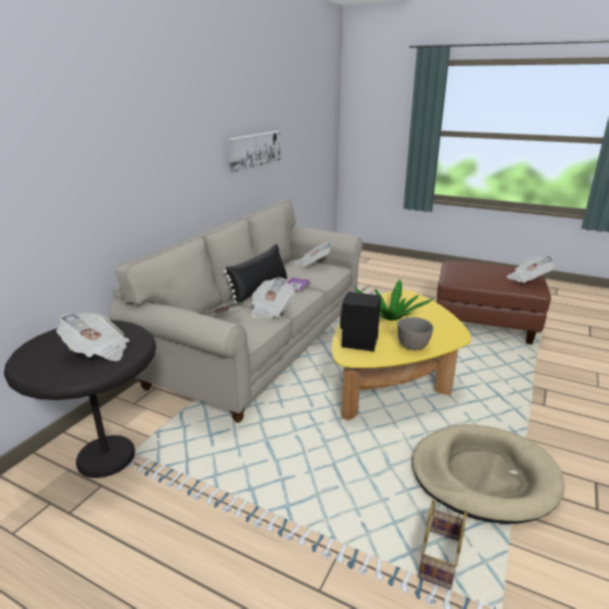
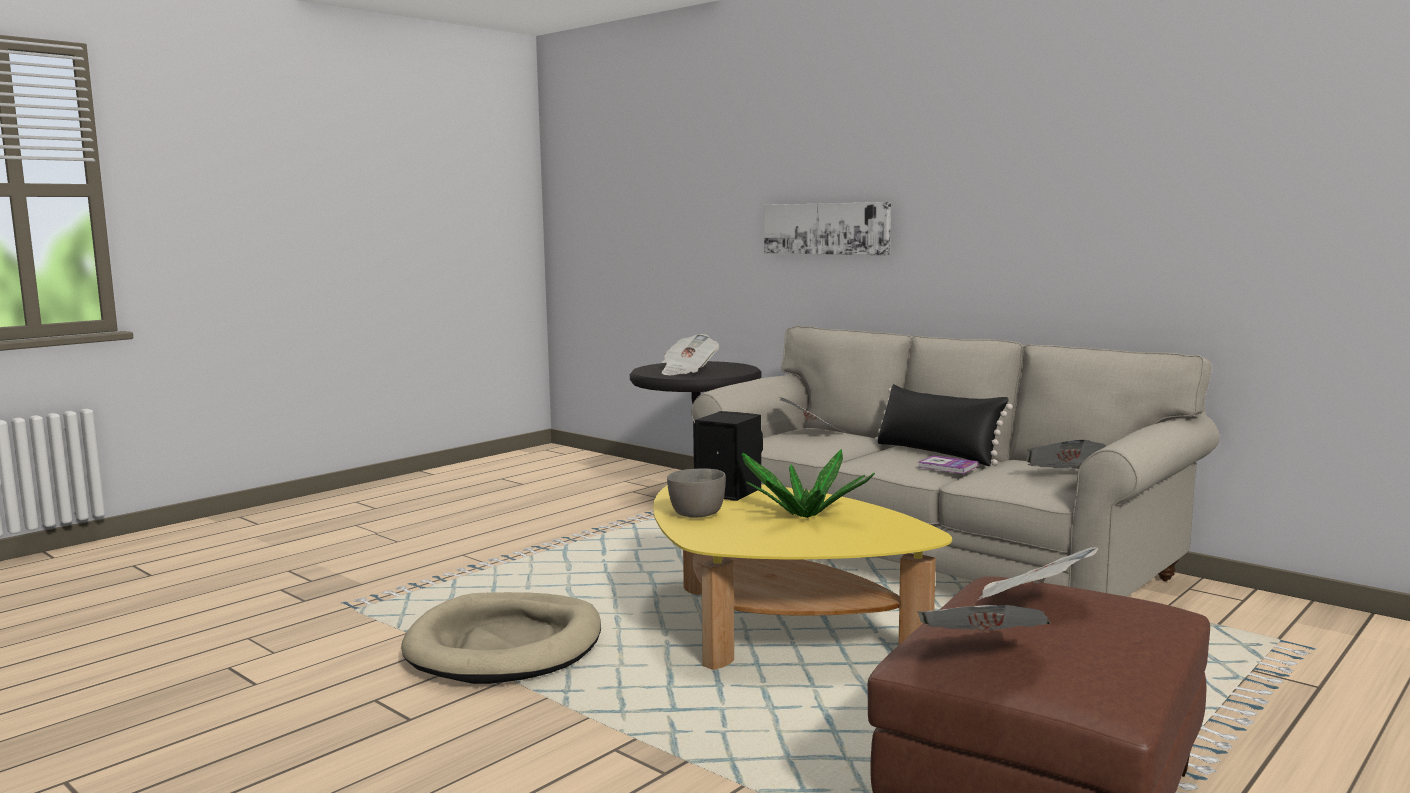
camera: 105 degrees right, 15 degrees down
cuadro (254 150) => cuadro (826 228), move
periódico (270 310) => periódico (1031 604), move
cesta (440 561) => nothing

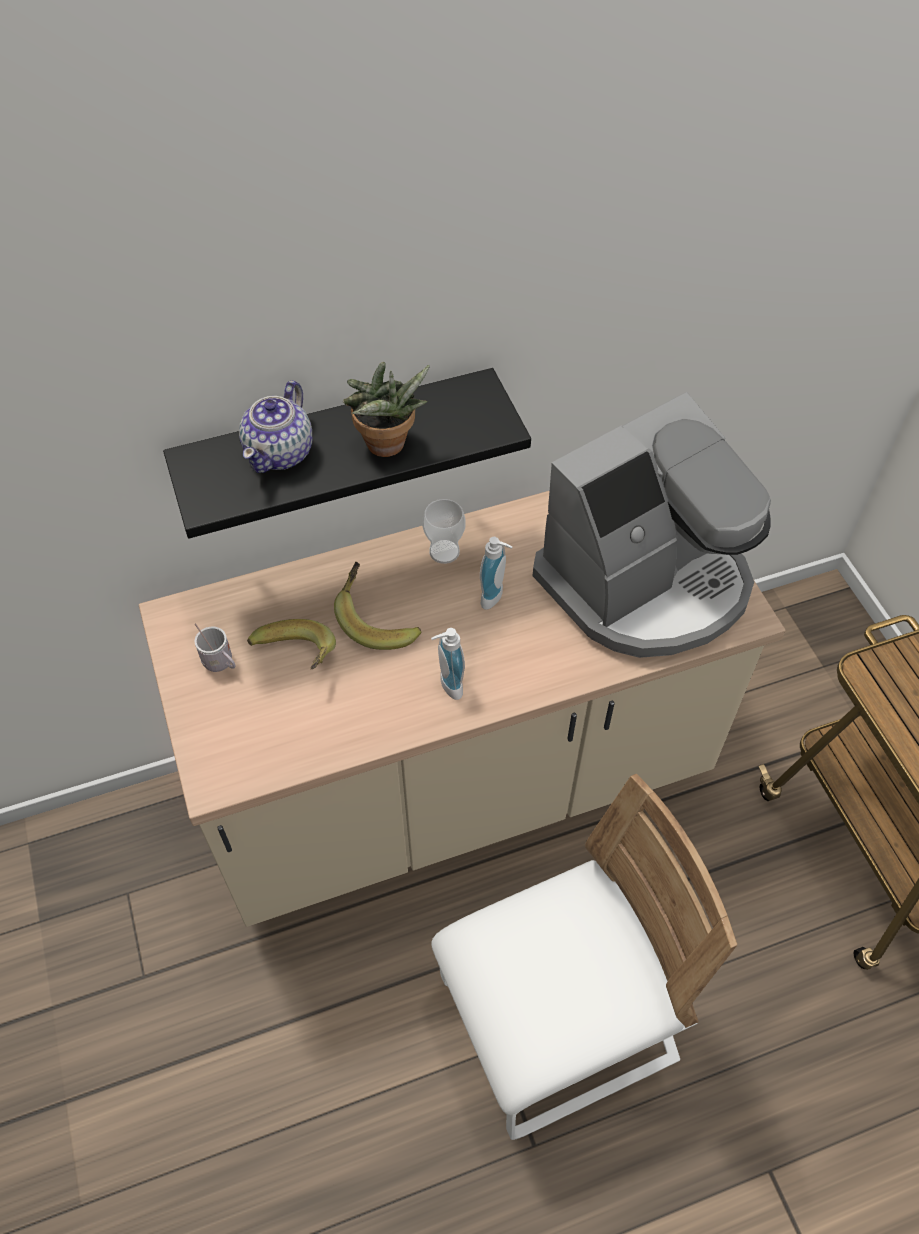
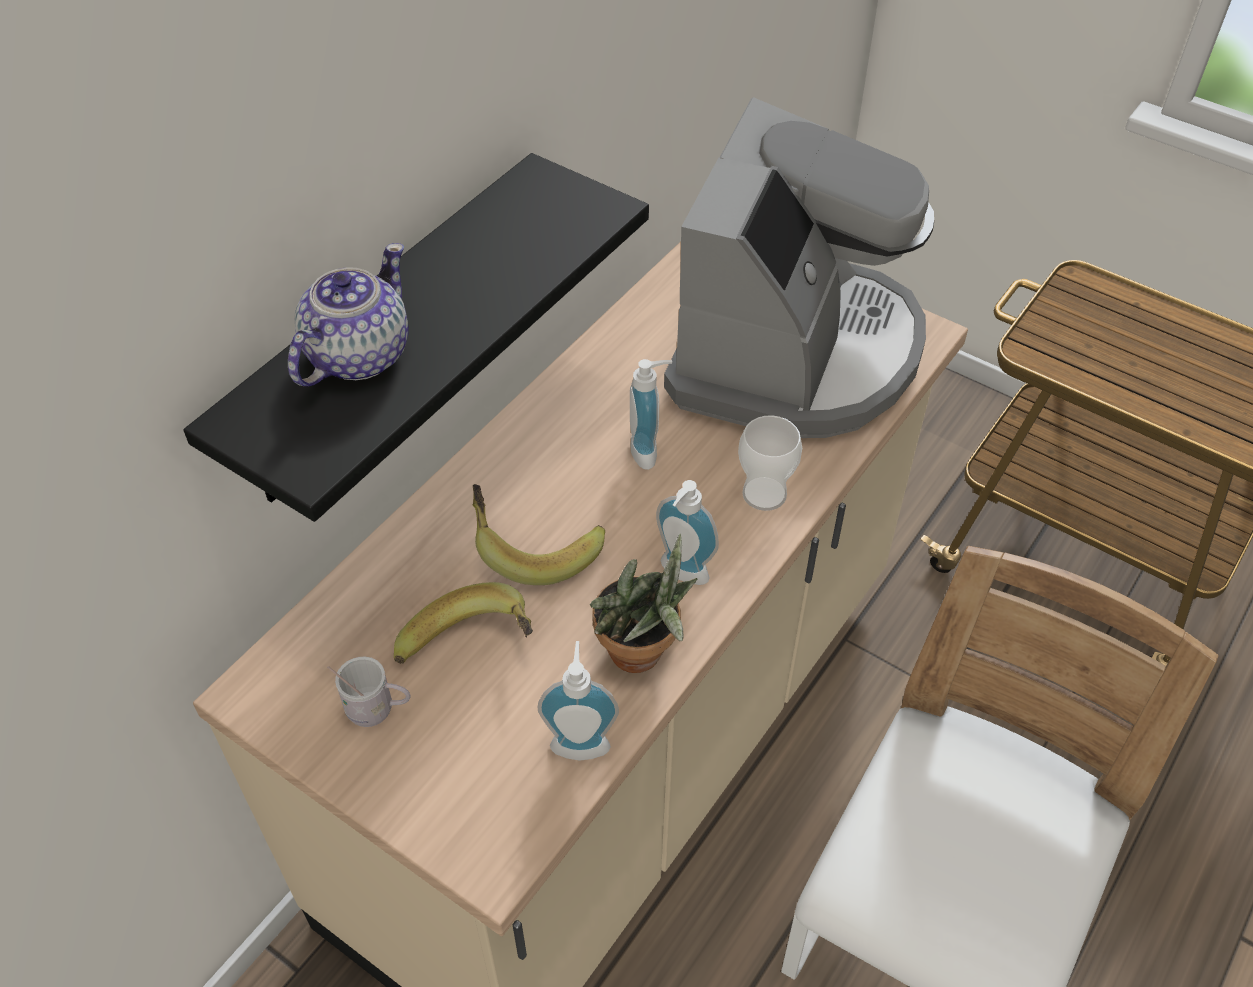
camera: 35 degrees left, 5 degrees down
tetera (280 452) => tetera (356 356), 135 degrees counterclockwise
planta en maceta (387 448) => planta en maceta (642 656), move
taza (444 551) => taza (764 494), move
nothing => dispensador de jabón (580 740)

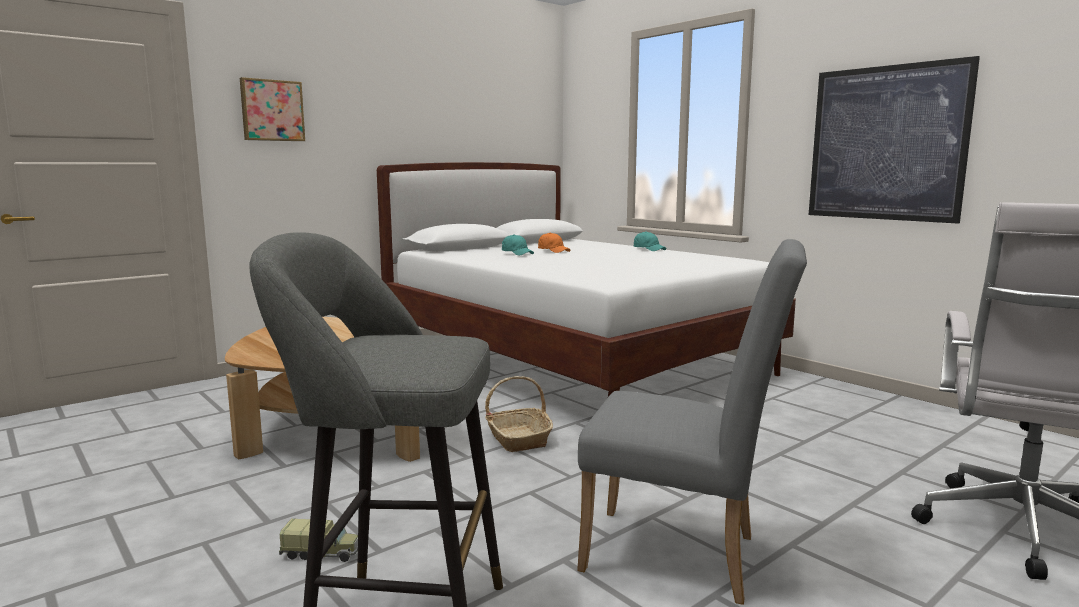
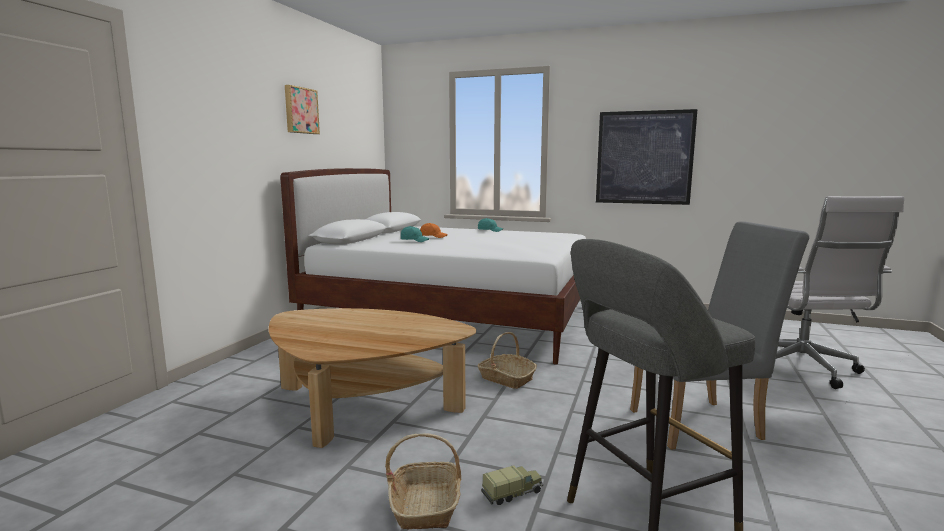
camera: 30 degrees left, 0 degrees up
cuadro (272 110) => cuadro (300 110), move
nothing => cesta (425 504)

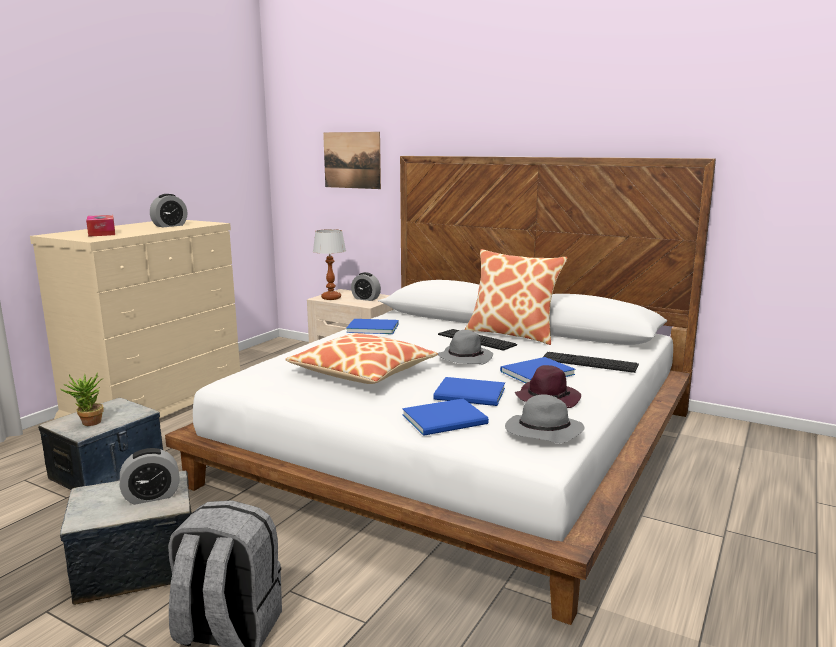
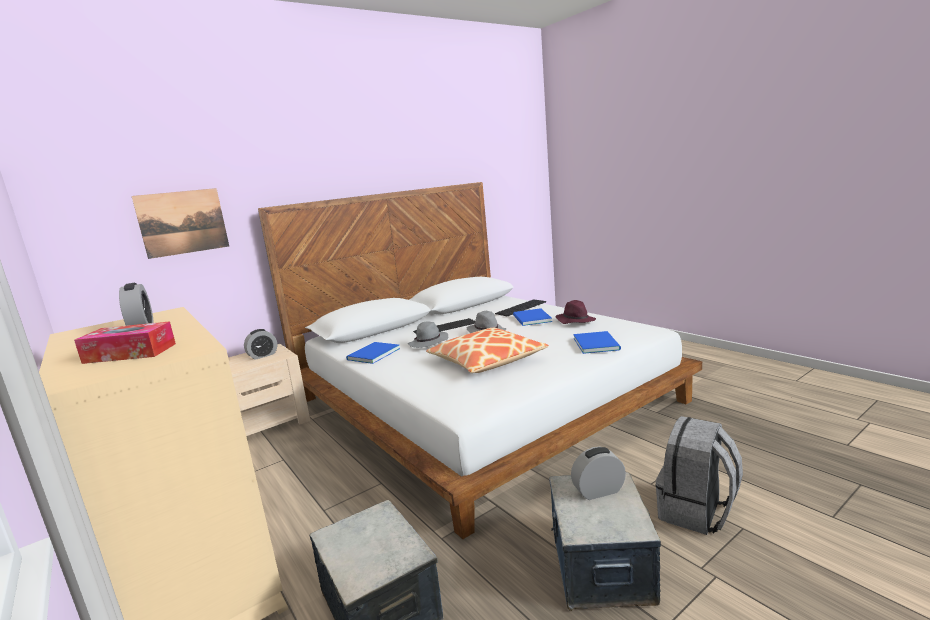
camera: 65 degrees left, 0 degrees up
planta en maceta (88 424) => nothing
despertador (152 496) => despertador (598 491), 105 degrees counterclockwise
lámpara de mesa (330 298) => nothing
libro (azul) (471 394) => nothing
cojín (512 334) => nothing
sombrero (gris) (542 432) => sombrero (gris) (428 343), move

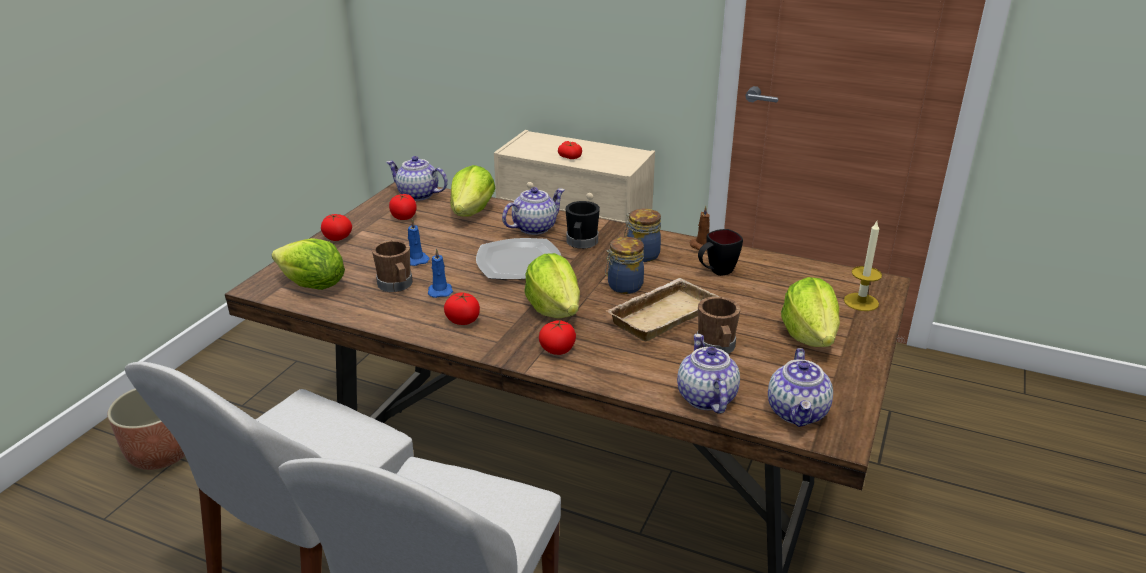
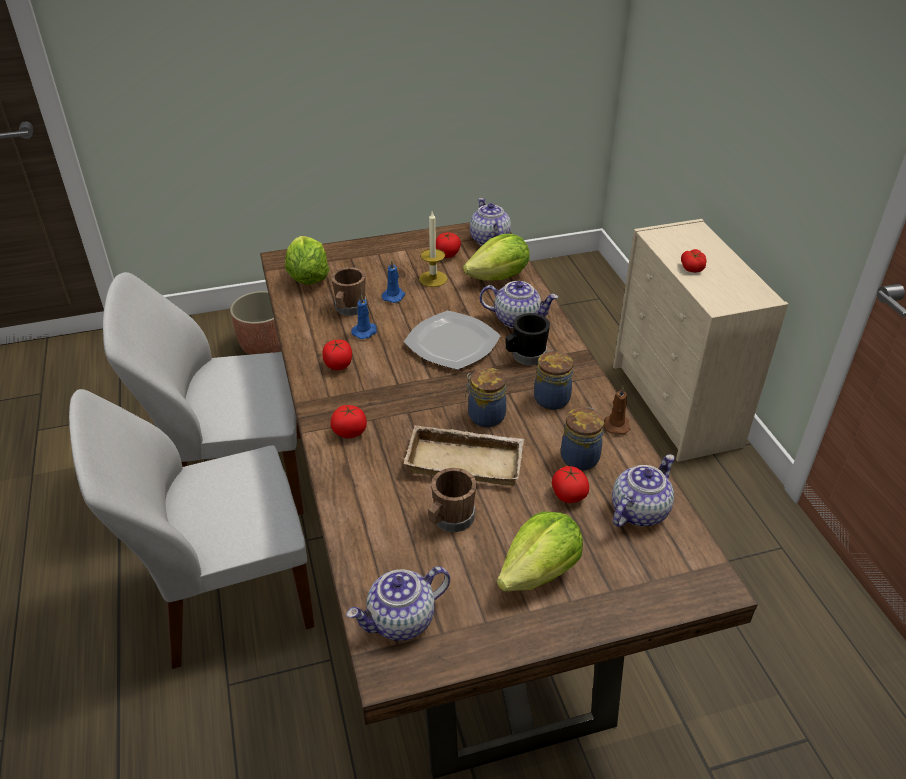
camera: 50 degrees right, 10 degrees up
tomate (337 238) => tomate (568 495), move
lechuga (554 309) => nothing
tetera (705 397) => tetera (639 510), move
taza grande (negro) (716 272) => tarro (580 457)
vela (861 302) => vela (433 279), move

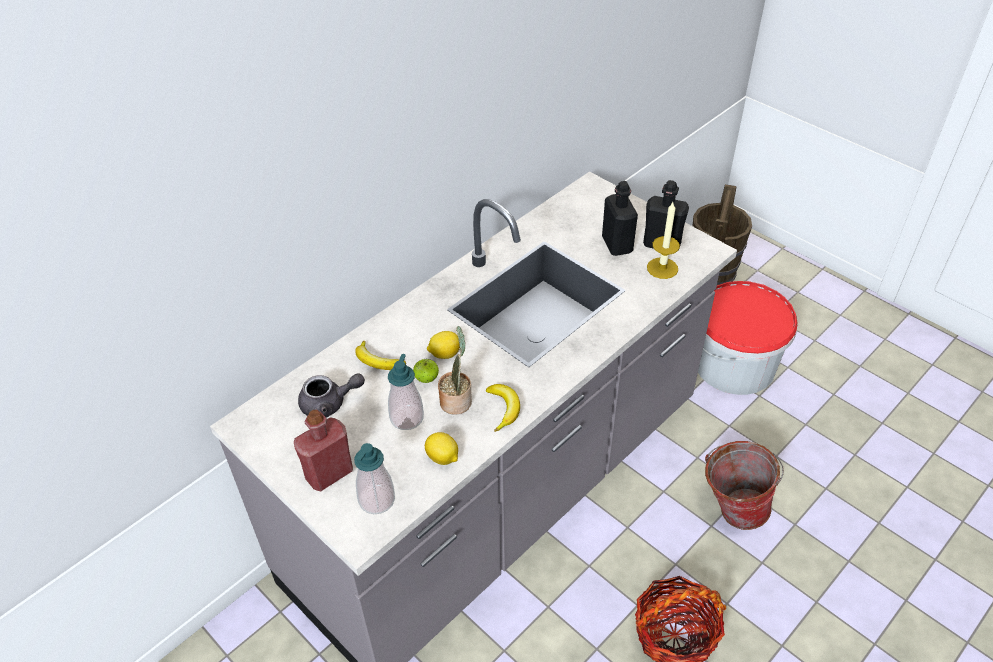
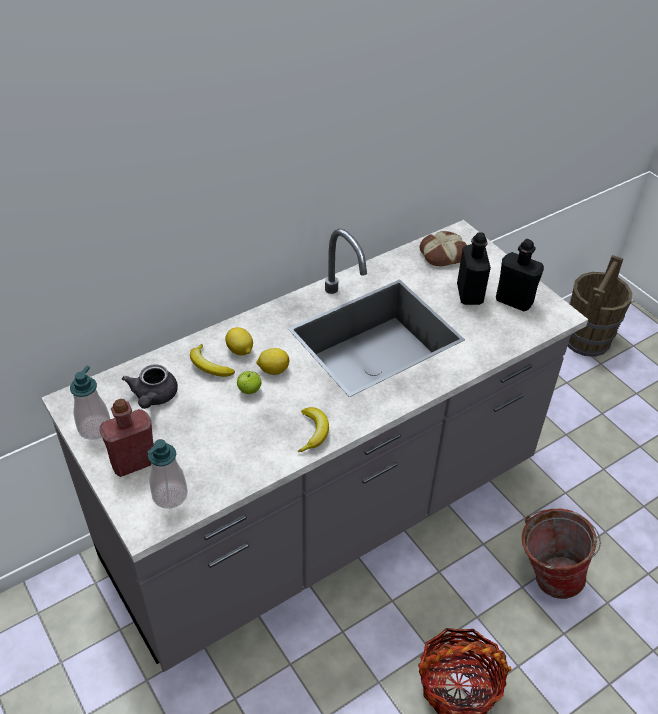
camera: 10 degrees right, 0 degrees up
tetera (gris) (329 404) => tetera (gris) (153 397), 90 degrees clockwise
dispensador de jabón (407 418) => dispensador de jabón (94 428), move
limón (443 458) => limón (240 351), move
planta en maceta (456 400) => nothing
vela (662 268) => nothing
cubo (735 363) => nothing
nothing => pan (443 253)

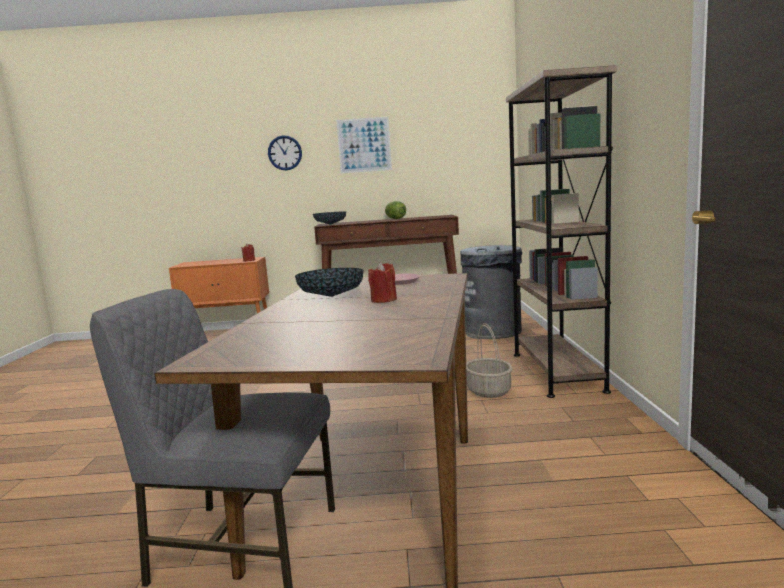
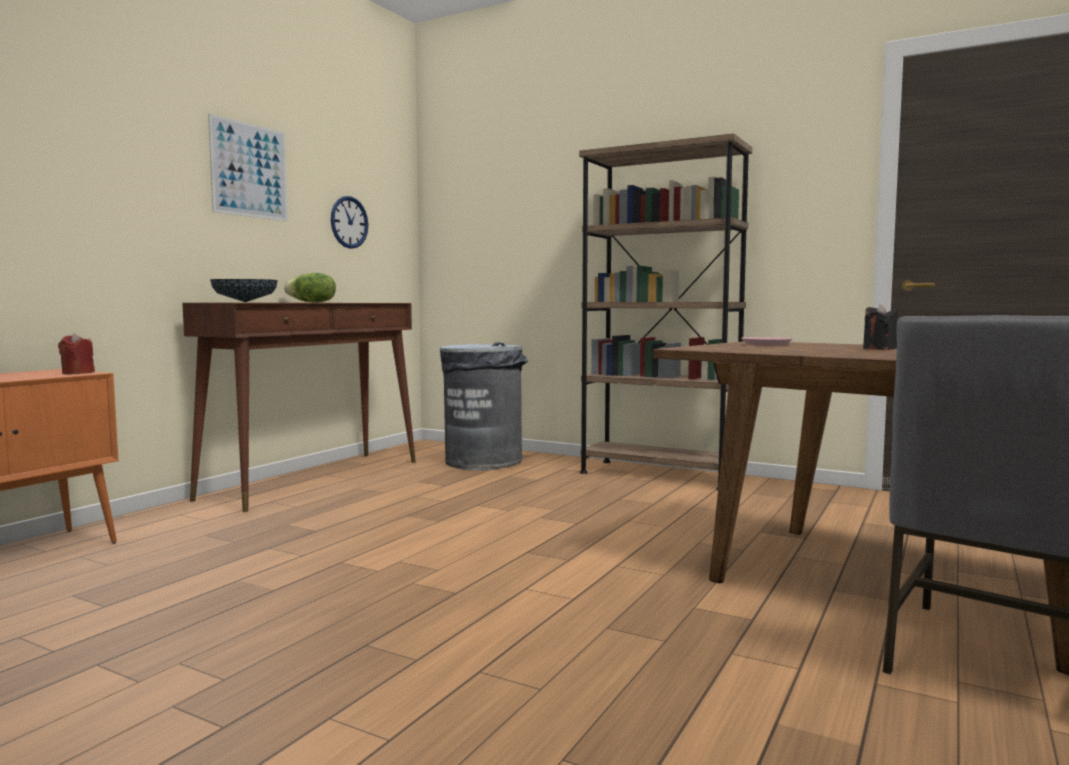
camera: 60 degrees left, 5 degrees down
reloj de pared (285 153) => reloj de pared (349 222), move
cuenco (331 296) => nothing
vela (rojo) (384 300) => vela (negro) (879 349)
cesta (489 391) => nothing

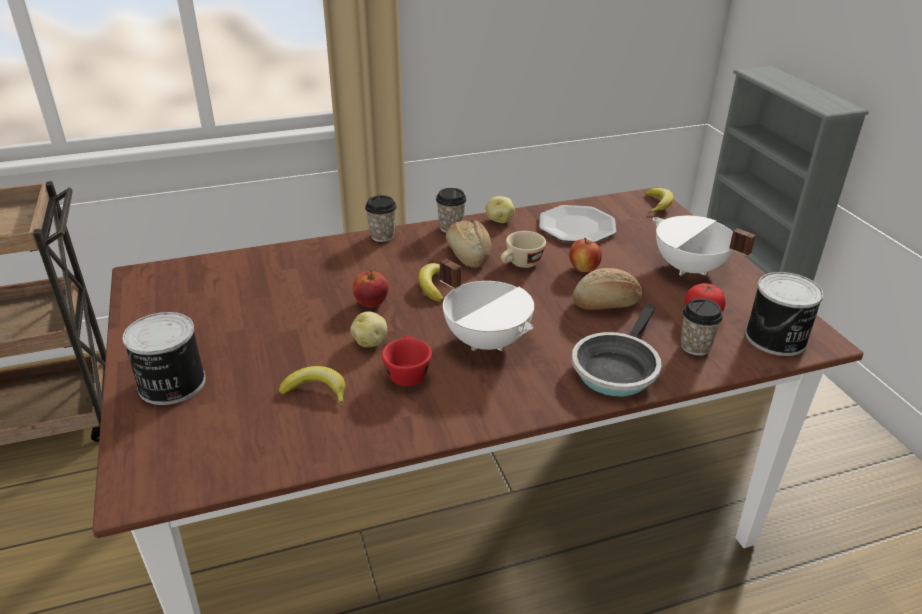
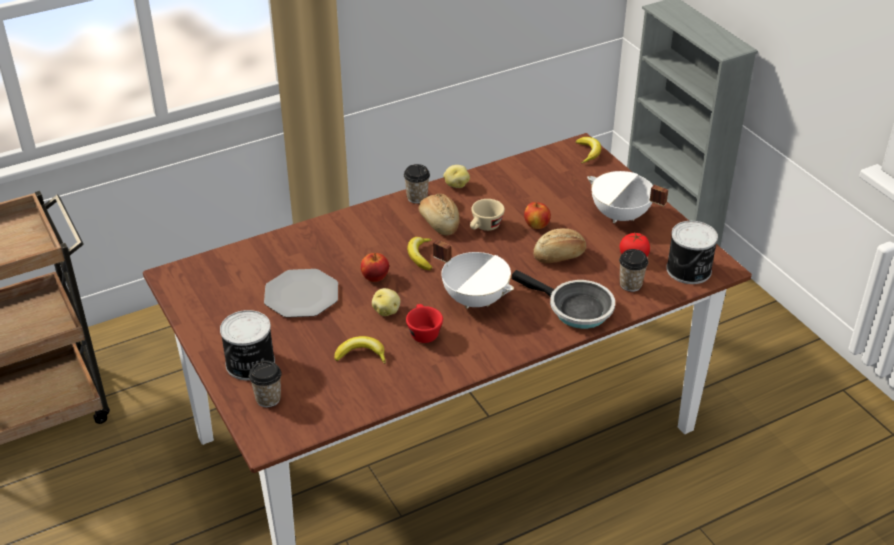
camera: 10 degrees left, 5 degrees up
taza (382 236) => taza (268 398), move
plato (577 226) => plato (301 295), move
sartén (616 368) => sartén (575 309), 75 degrees counterclockwise

